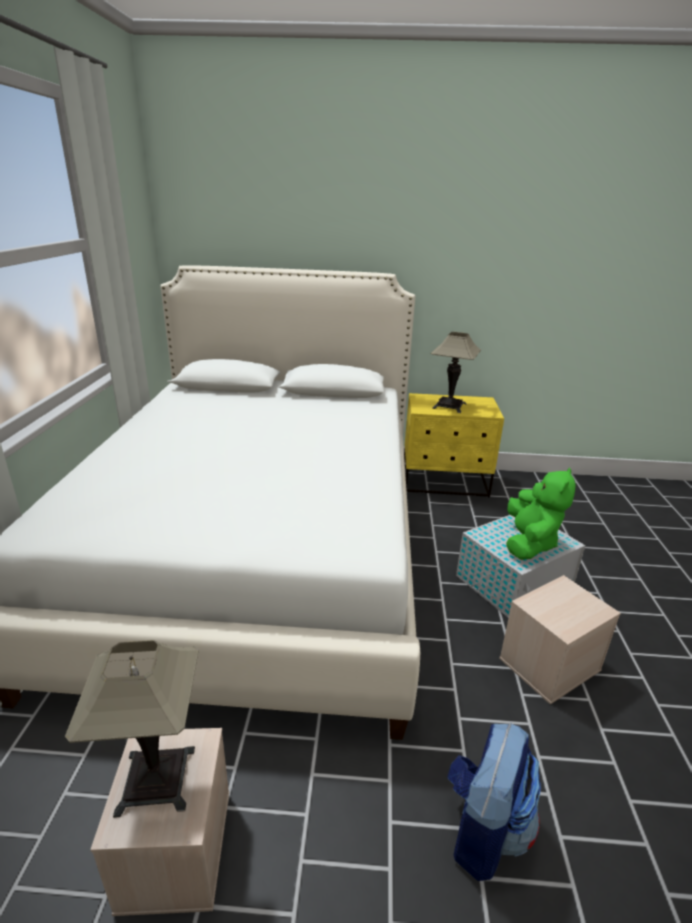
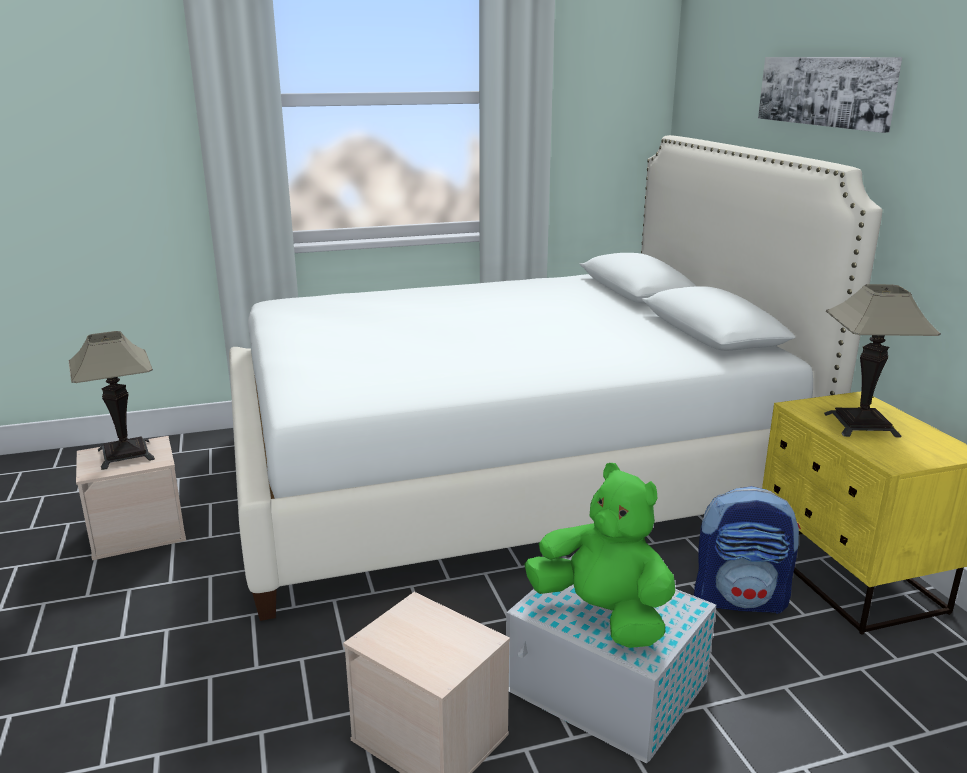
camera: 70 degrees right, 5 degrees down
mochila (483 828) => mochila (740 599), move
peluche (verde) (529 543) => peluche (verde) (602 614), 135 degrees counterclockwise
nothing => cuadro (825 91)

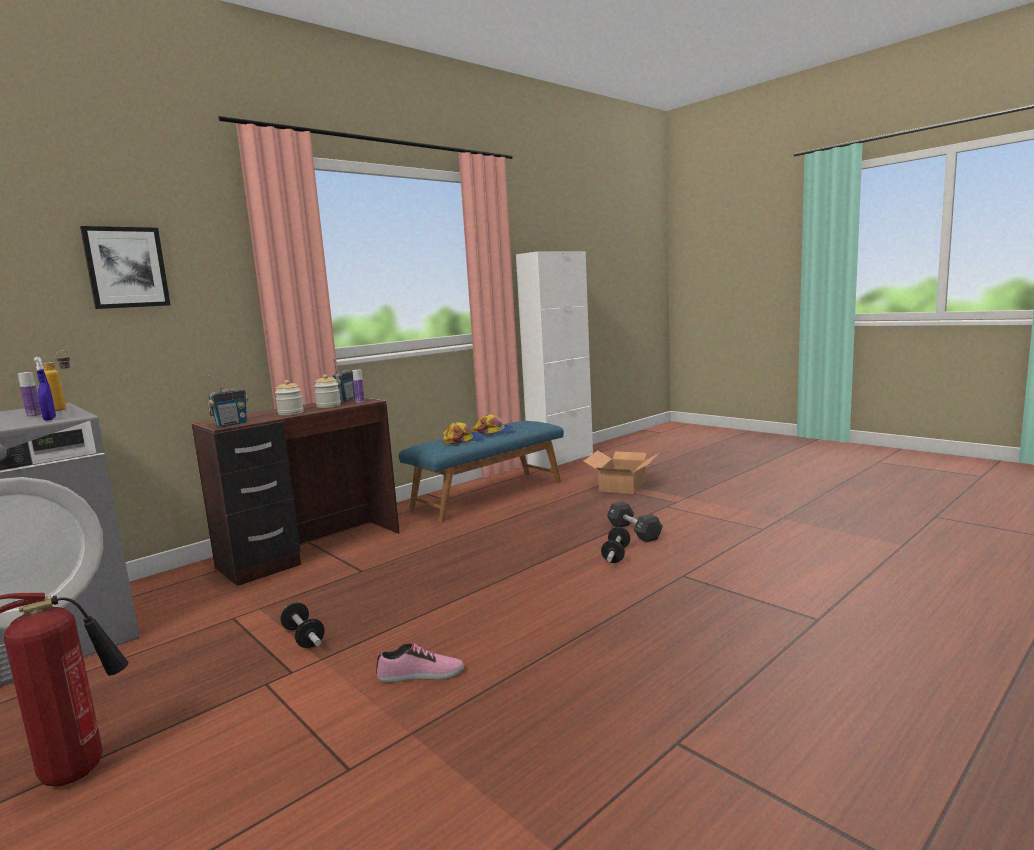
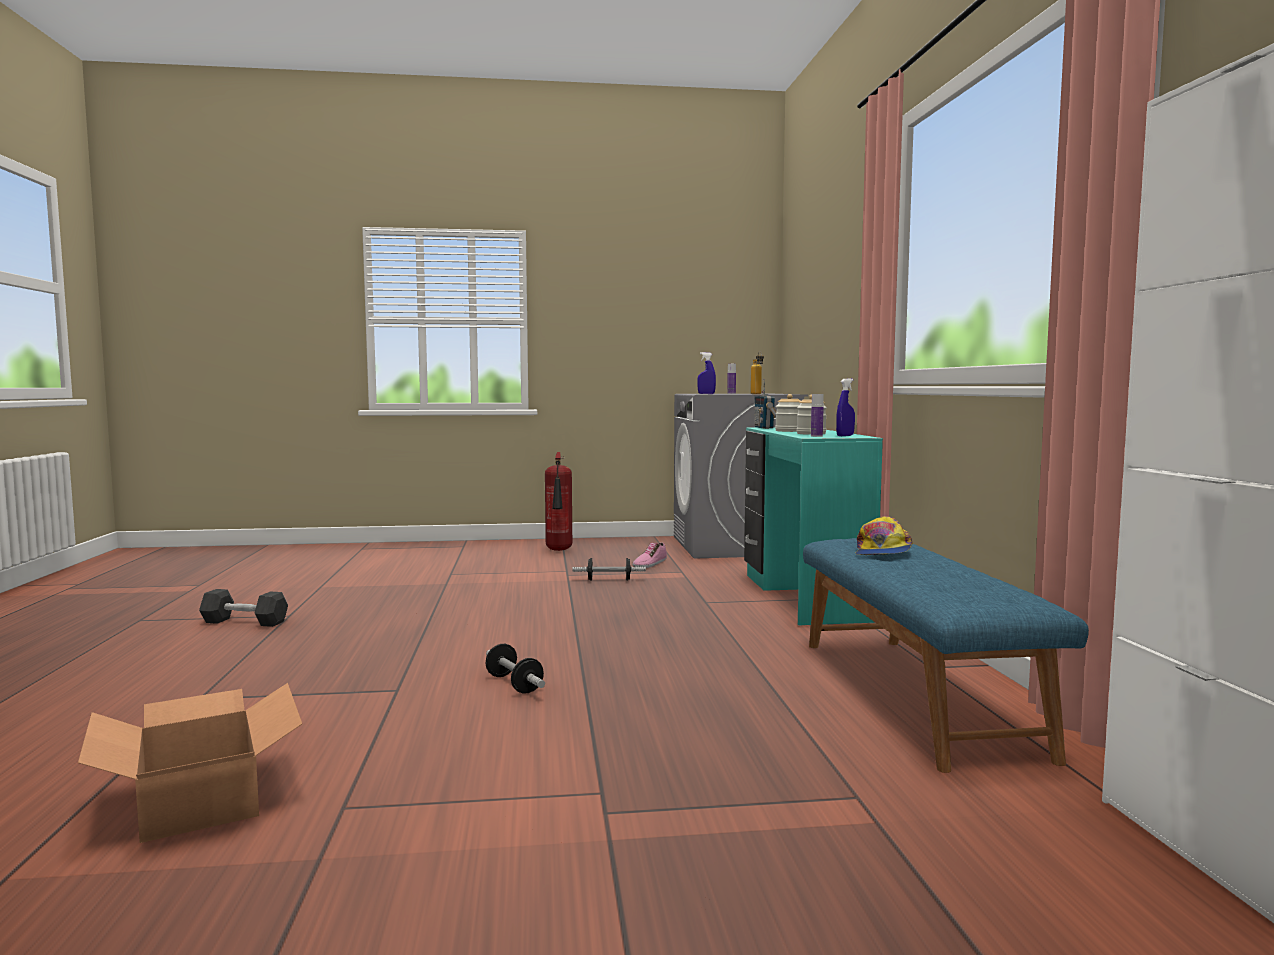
camera: 125 degrees right, 5 degrees down
cuadro (126 267) => nothing
escritorio (marrón) (313 550) => escritorio (turquesa) (801 597)
radio (346 400) => pulverizador (azul) (845 436)
zapato (421 675) => zapato (649 563), move
gorra (494 432) => nothing
caja de cartón (623 486) => caja de cartón (197 800), move
mancuerna (negro) (634 532) => mancuerna (negro) (244 622), move

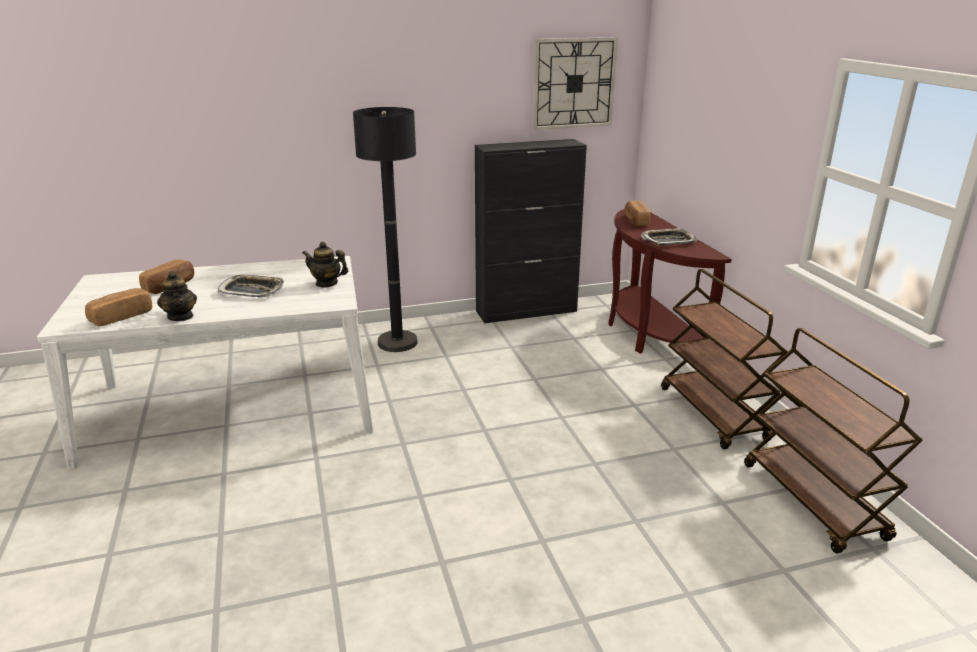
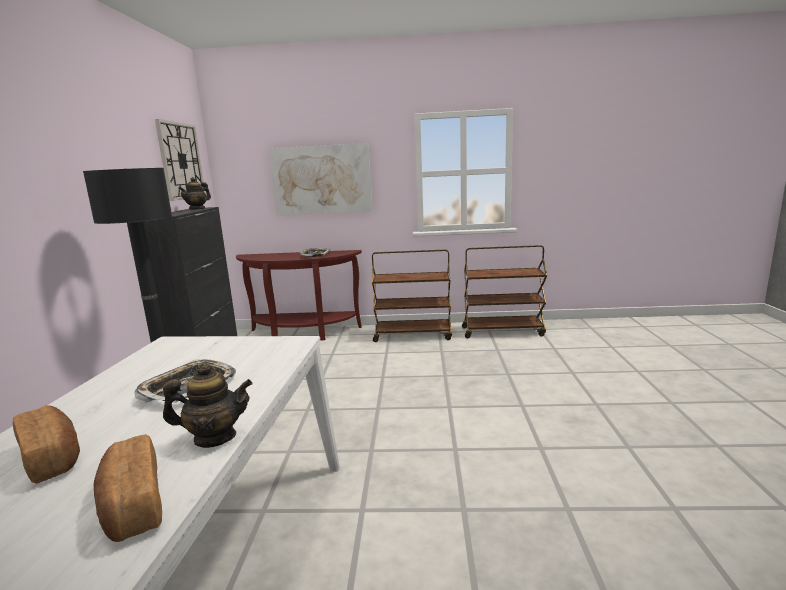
camera: 70 degrees left, 10 degrees down
tetera (327 283) => tetera (197 209), move
pan (635 221) => nothing
nothing => cuadro (322 180)

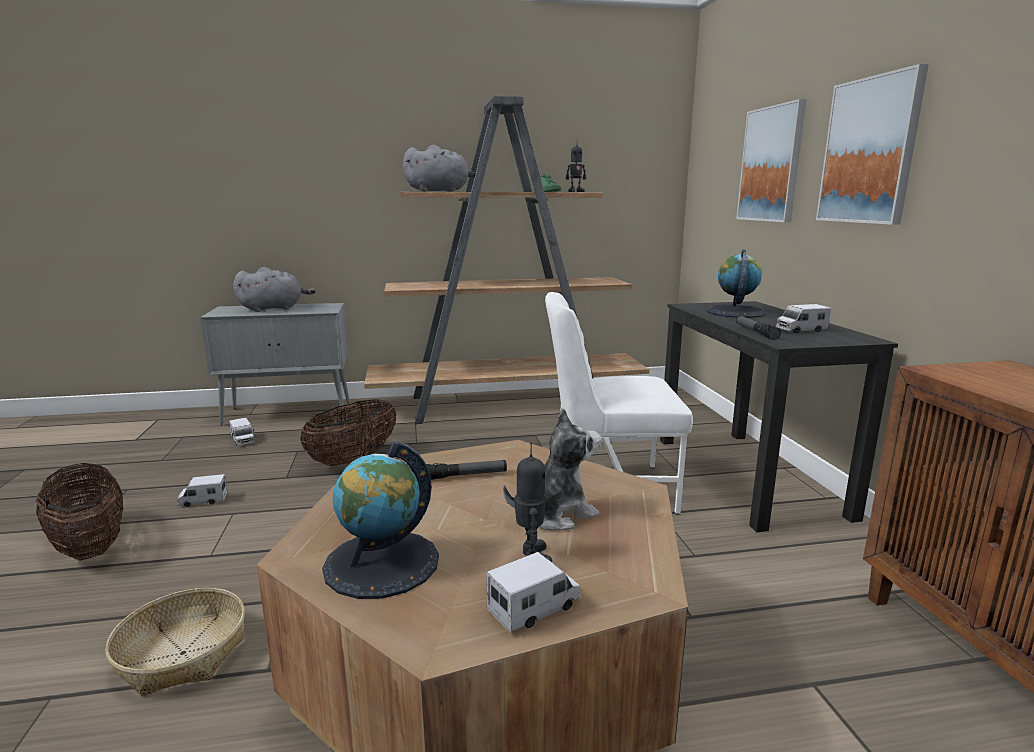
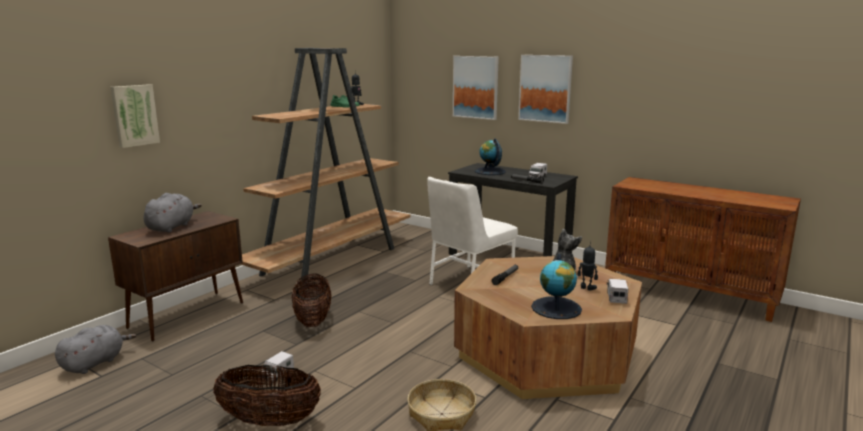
camera: 45 degrees left, 0 degrees up
armario (gris) (289 413) => armario (marrón) (188 315)
camión de juguete (243 440) => nothing
peluche (gris) (440 191) => peluche (gris) (95 363), move
nothing => cuadro (134 115)

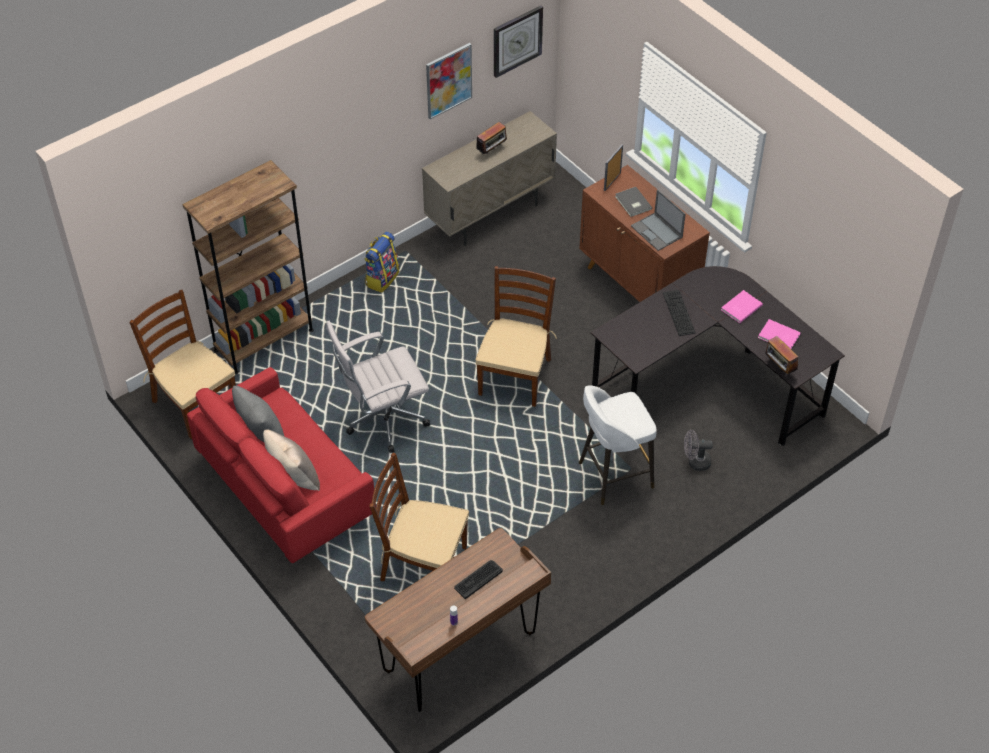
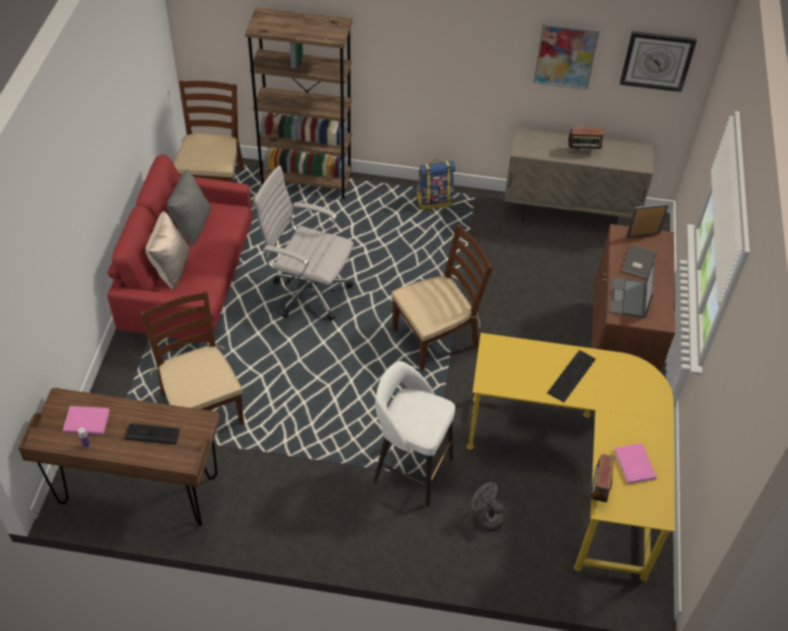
camera: 45 degrees right, 0 degrees up
escritorio (negro) (708 384) => escritorio (amarillo) (576 468)
libro (rosa) (740 307) => libro (rosa) (86 420), move

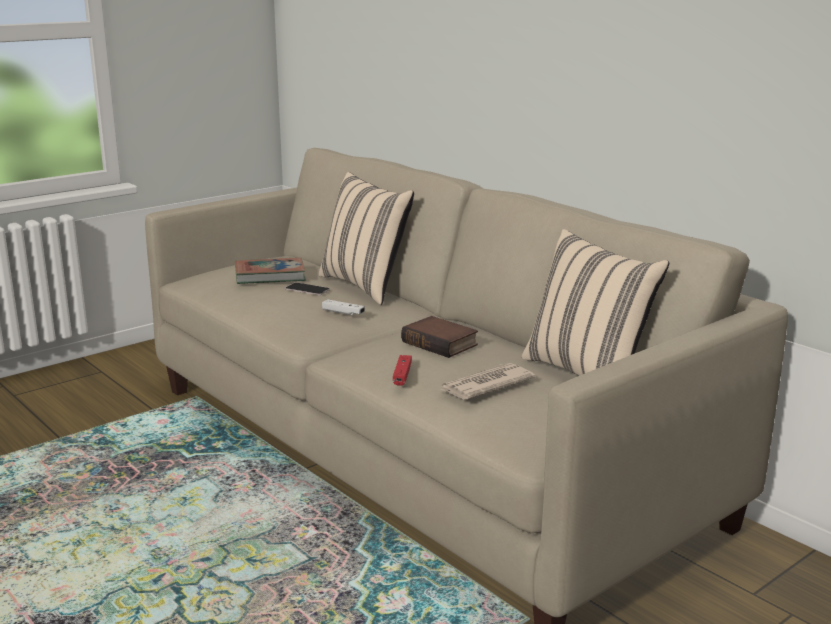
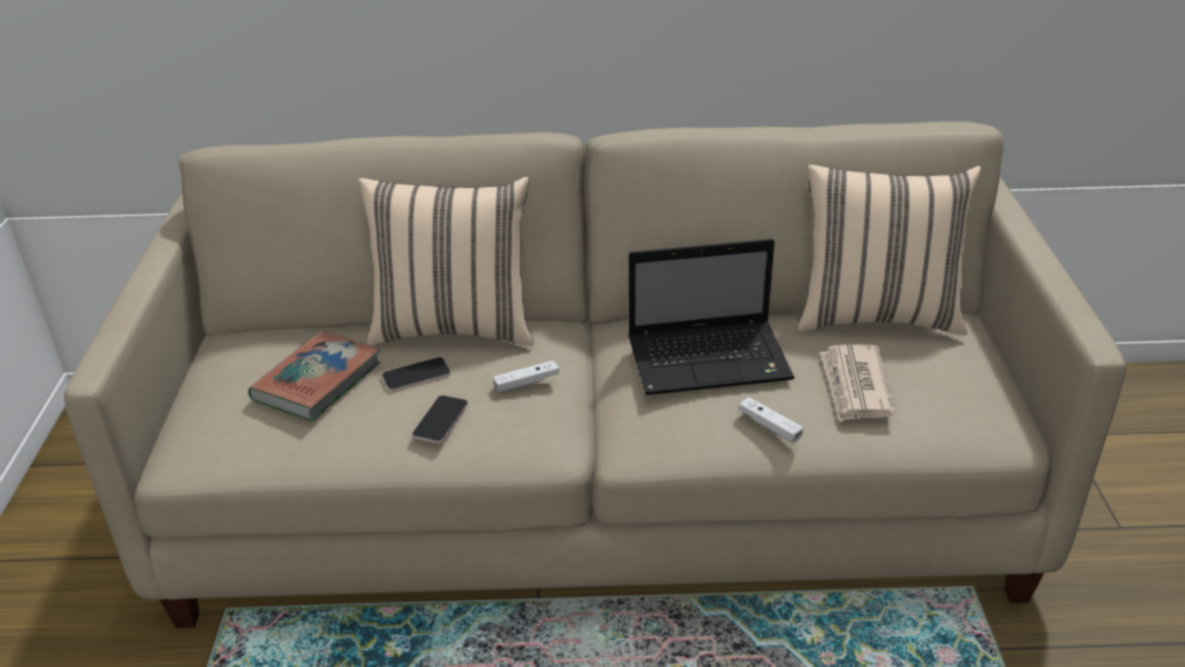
camera: 50 degrees left, 15 degrees up
mando de consola (rojo) (402 375) => mando de consola (blanco) (769 426)
libro (441 343) => portátil (711 359)
nothing => móvil (440 420)

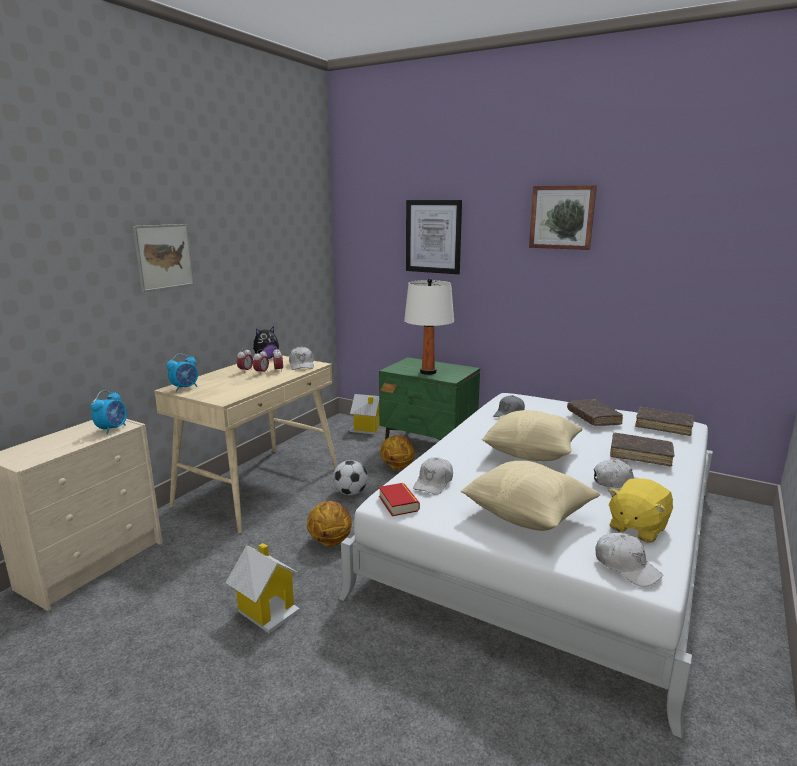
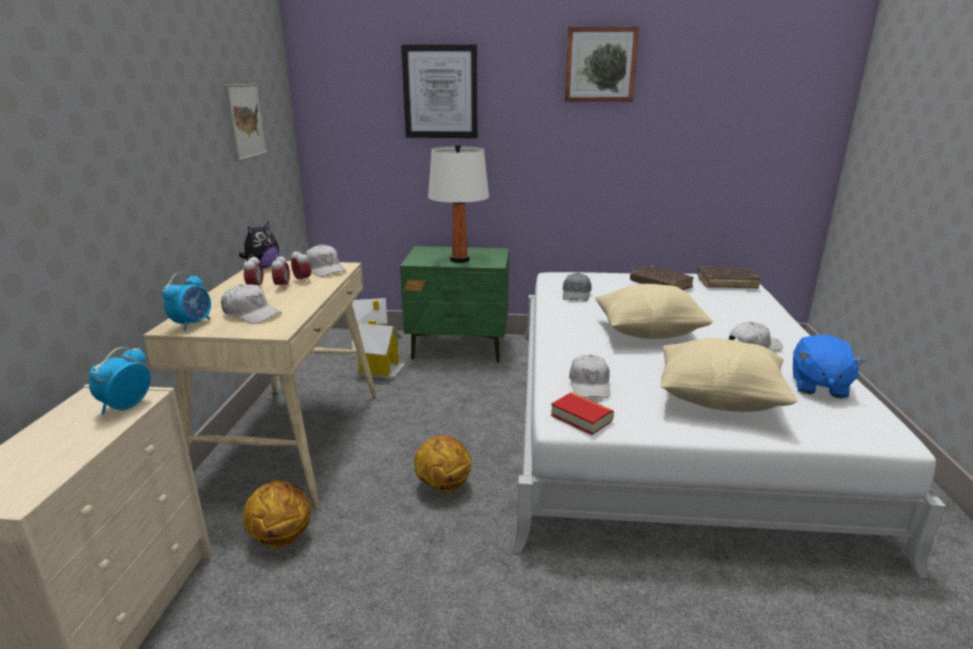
camera: 25 degrees left, 5 degrees up
despertador (112 429) => despertador (126 406), 150 degrees counterclockwise
cuadro (164 256) => cuadro (245 121), move
casita (267 609) => casita (380 370), move
balón de fútbol (350 493) => nothing
balón de baloncesto (397 467) => balón de baloncesto (282 537), move
gorra (blanco) (626 566) => gorra (blanco) (251 314), move
peluche (amarillo) (637 527) => peluche (azul) (817 386)
libro (marrón) (640 455) => nothing

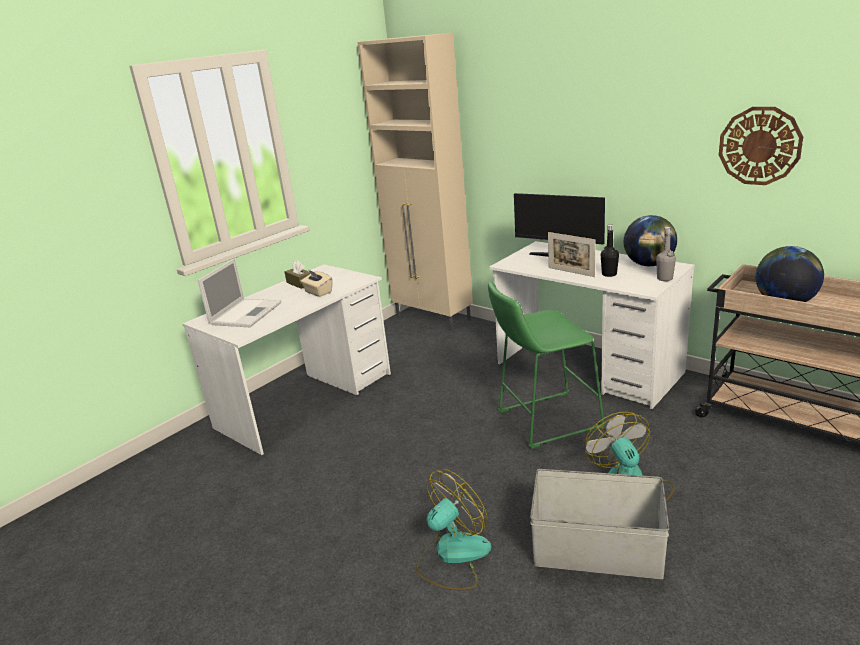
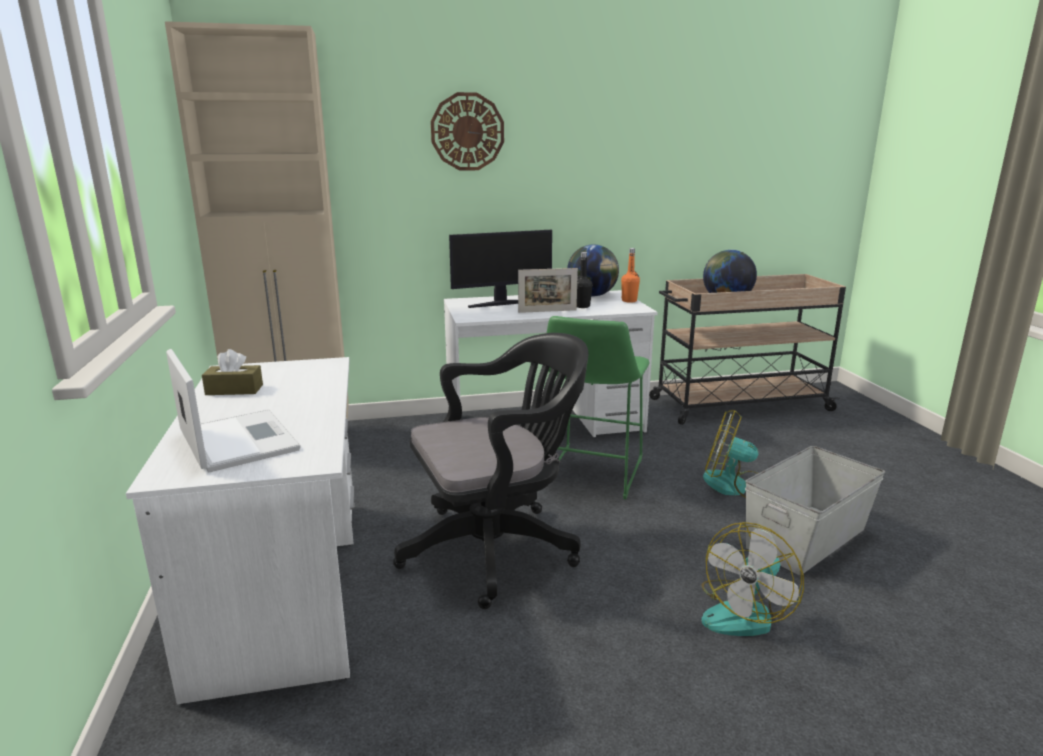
camera: 55 degrees left, 5 degrees down
caja de pañuelos (beis) (318 292) => nothing
ventilador (452 556) => ventilador (745 612), 135 degrees counterclockwise
botella (gris) (664 278) => botella (naranja) (629 301)
reloj de pared (759 146) => reloj de pared (467 132), move
nothing => silla de oficina (negro) (497 548)

